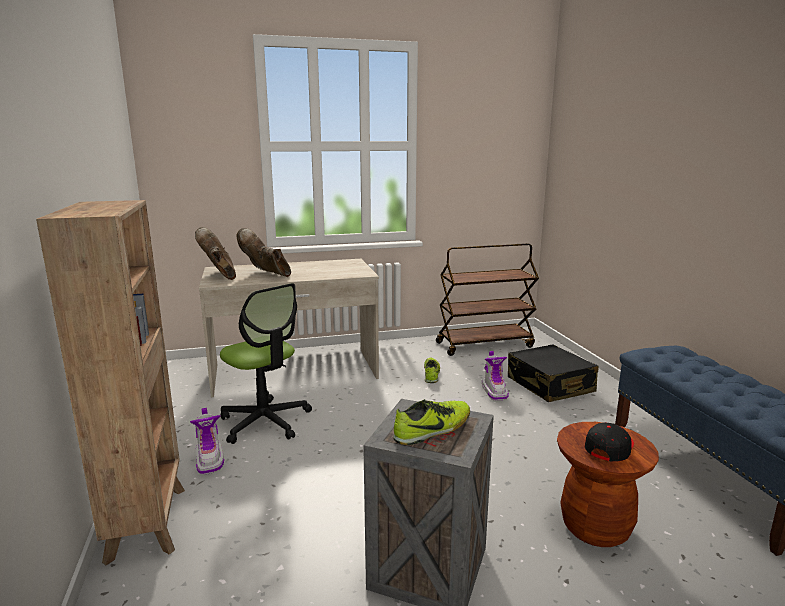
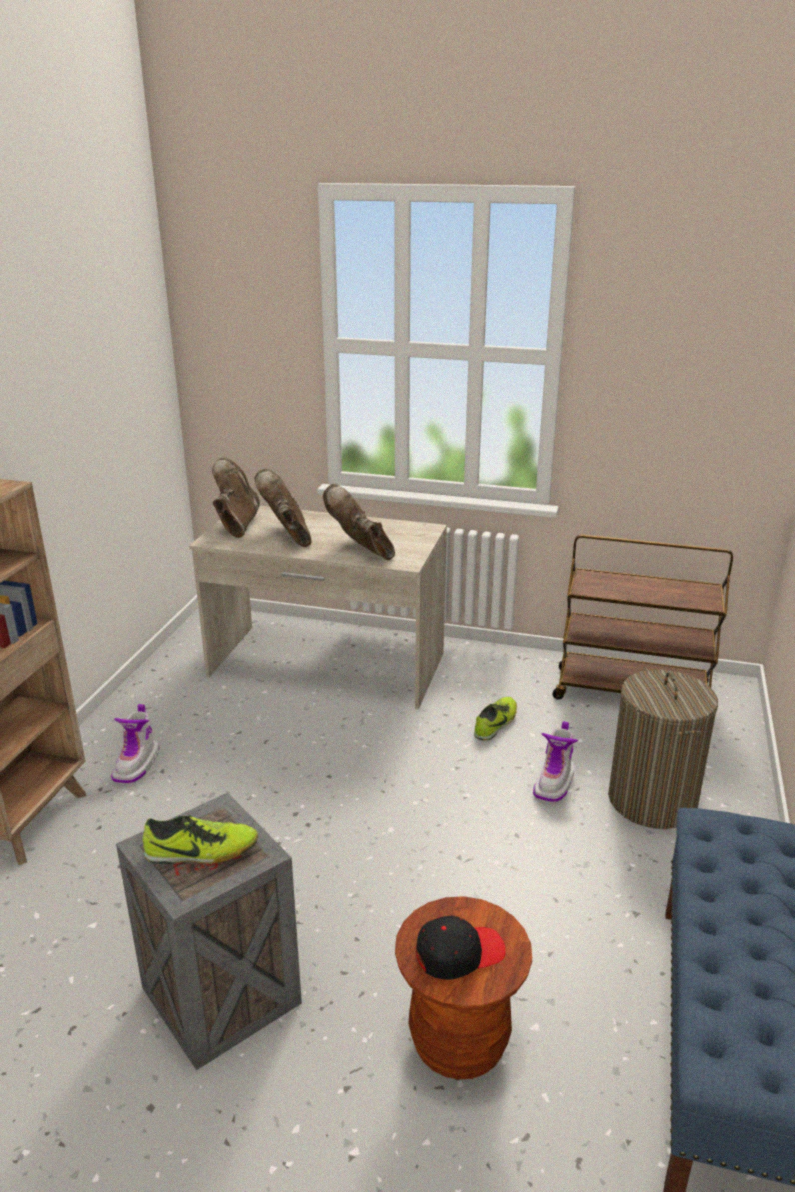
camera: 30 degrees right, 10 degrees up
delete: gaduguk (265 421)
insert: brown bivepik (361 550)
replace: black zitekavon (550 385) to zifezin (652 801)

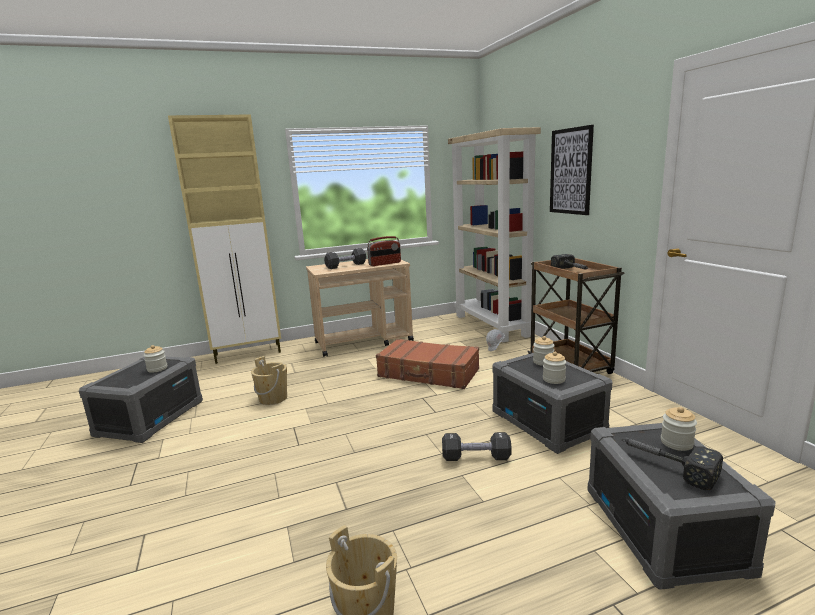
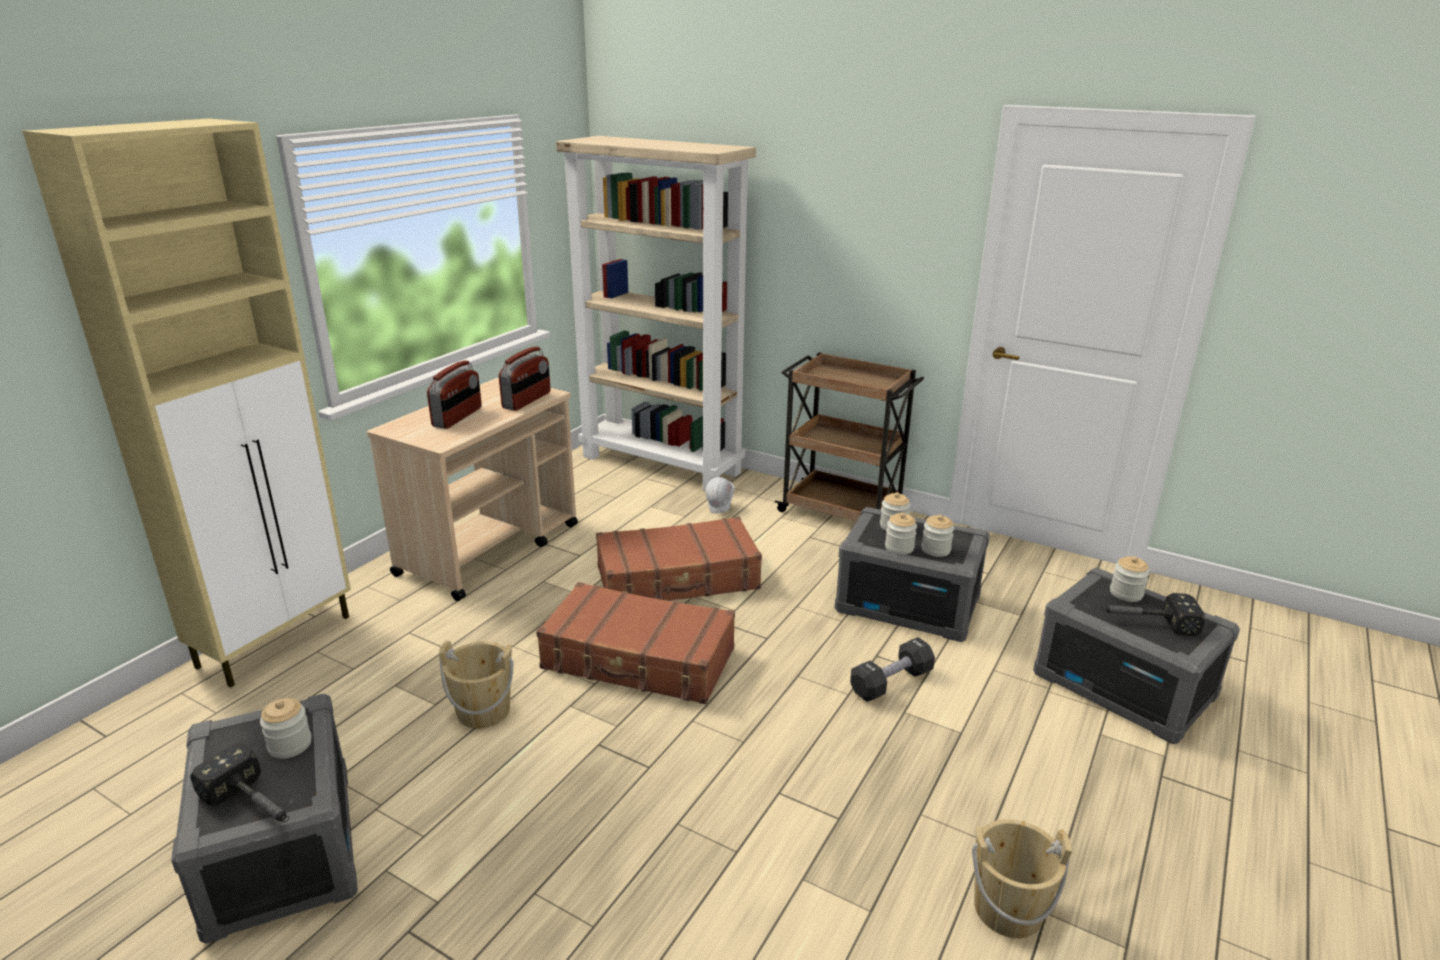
camera: 40 degrees left, 10 degrees up
delete: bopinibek (570 171)
insert: brown zitekavon (638 660); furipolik (899 548)
move: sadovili (572 270) to (254 805)
replace: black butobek (346 266) to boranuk (458 417)

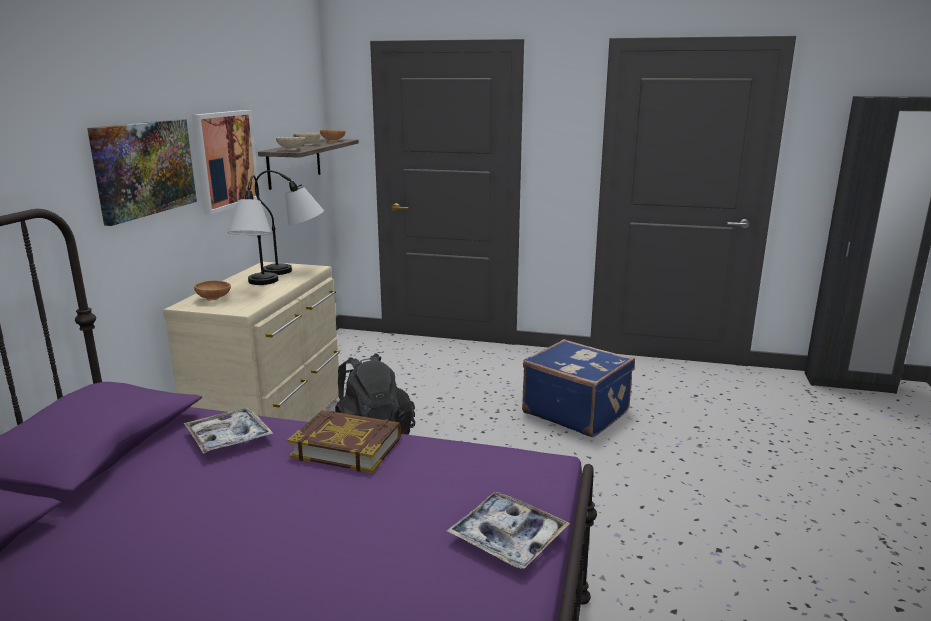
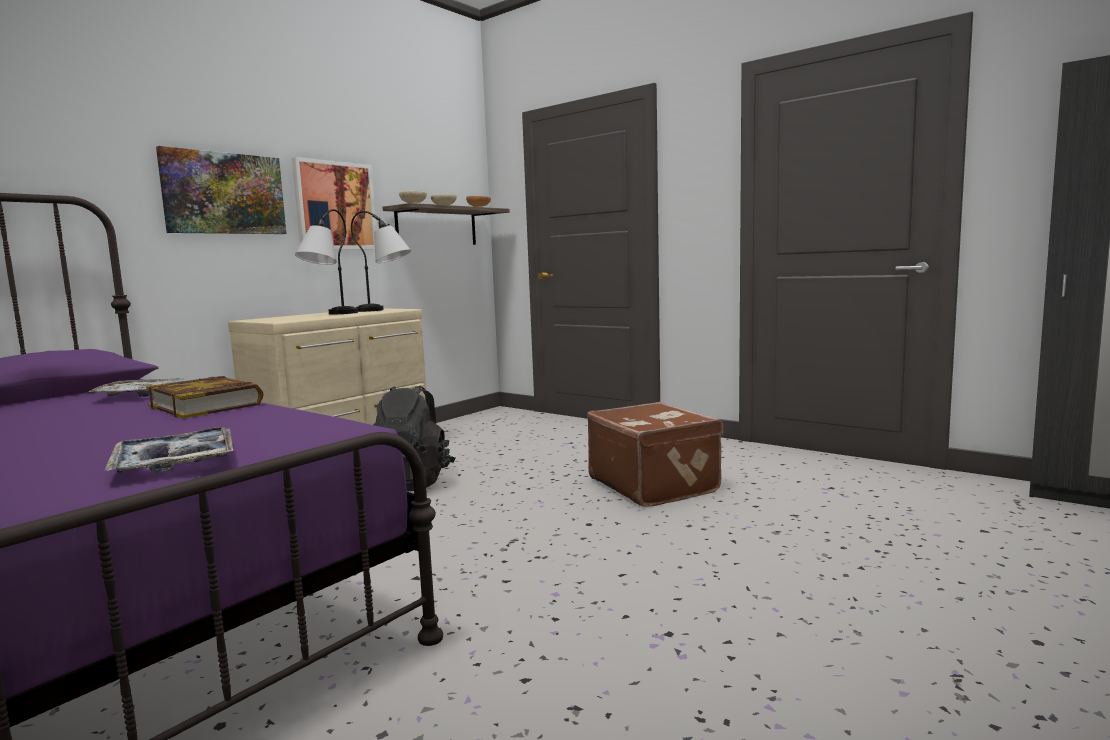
camera: 25 degrees right, 10 degrees down
delete: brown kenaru (214 299)
recolor: blue zitekavon (576 412) to brown zitekavon (654 485)

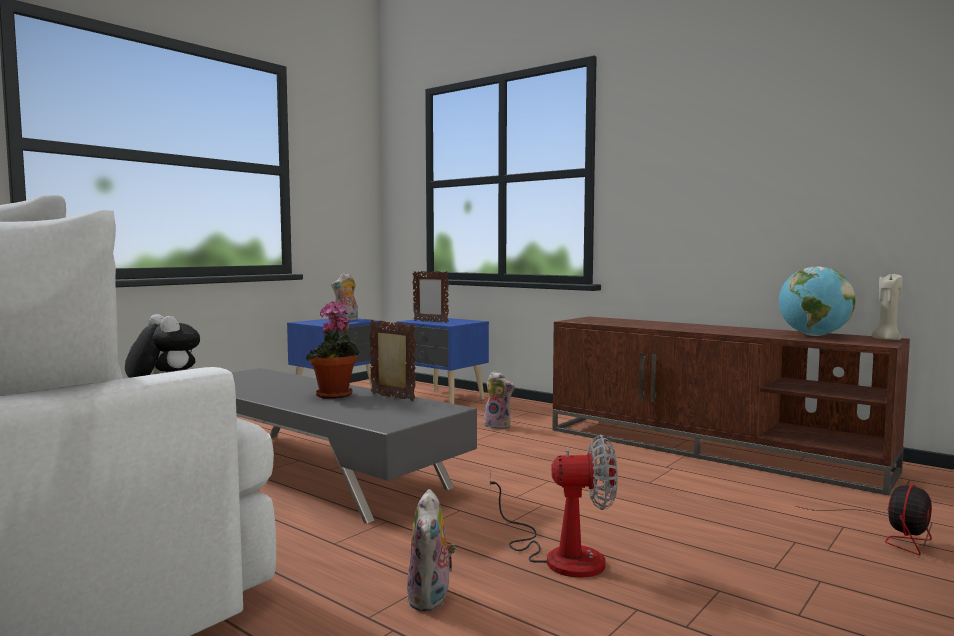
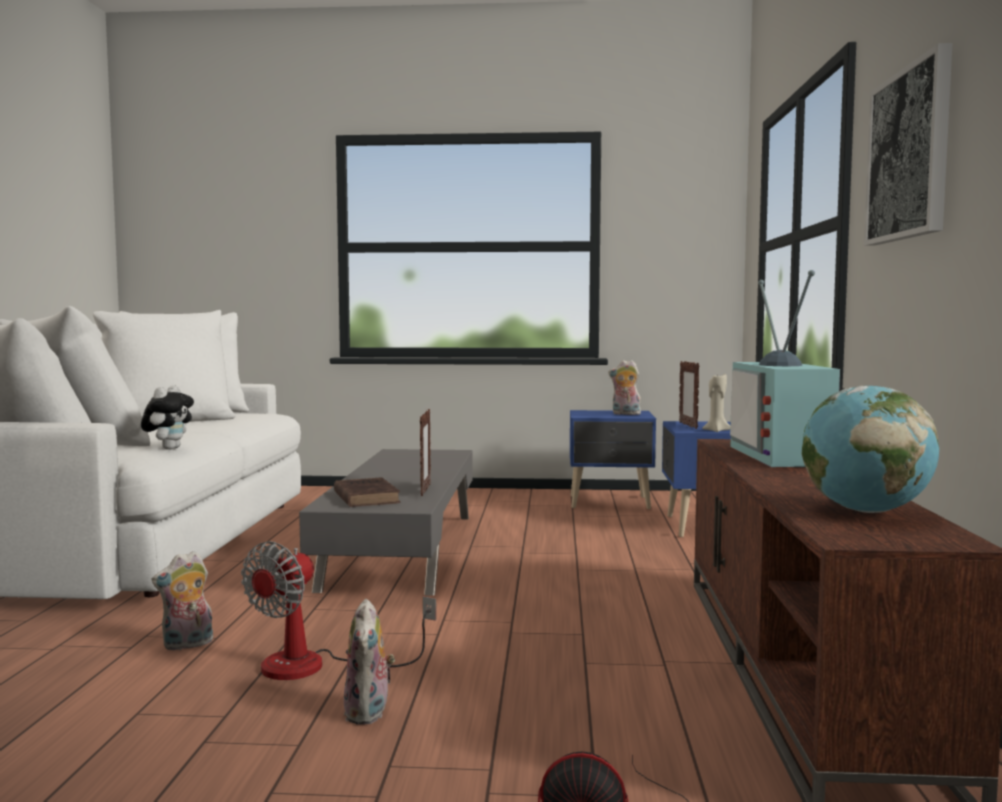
camera: 55 degrees right, 0 degrees up
delete: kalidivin (335 396)
insert: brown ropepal (365 497); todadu (787 456); bopinibek (909 154)
move: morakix (499 426) to (369 713); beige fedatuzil (886 339) to (716 431)
rotate: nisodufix (560 555) = (316 665) 60 degrees clockwise

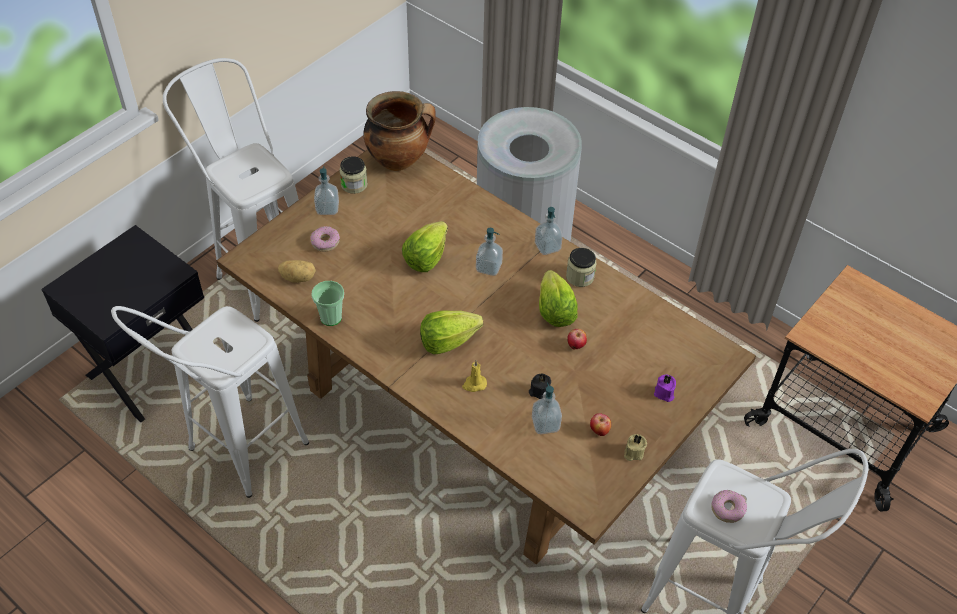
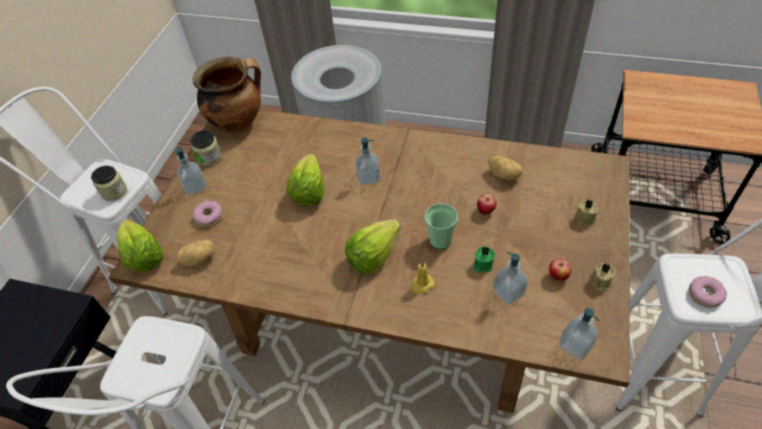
camera: 20 degrees left, 0 degrees up
insert: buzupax (504 175)
move: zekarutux (331 317) to (440 240); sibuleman (547 247) to (575 345); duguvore (554 311) to (143 256); furipolik (580 276) to (114 192)
recolor: black fedatuzil (539 391) to green fedatuzil (482 264); purple fedatuzil (664 393) to beige fedatuzil (585 218)

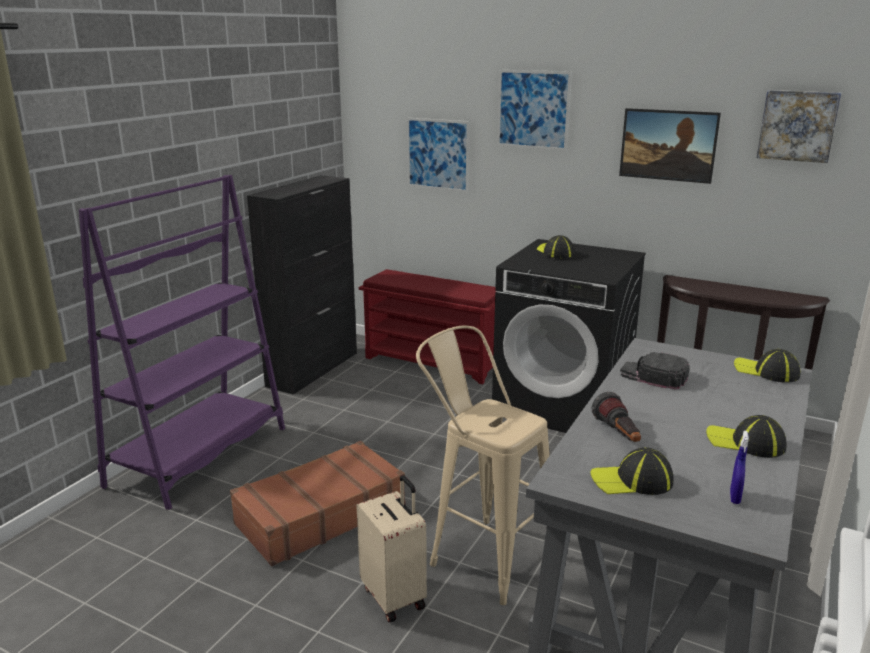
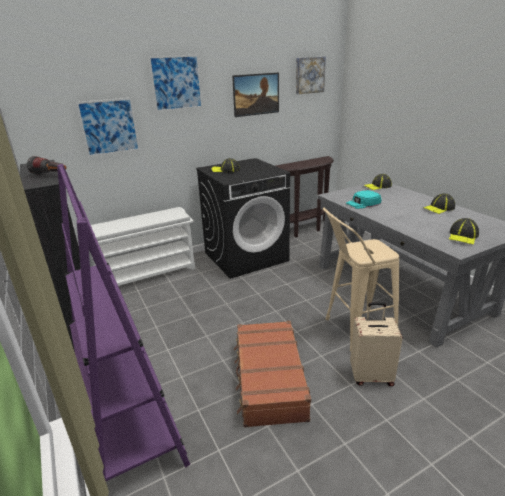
camera: 55 degrees left, 5 degrees up
delete: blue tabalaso (734 497)
move: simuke (618 435) to (51 175)
recolor: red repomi (434 362) to white repomi (147 273); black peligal (654 376) to turquoise peligal (363 203)

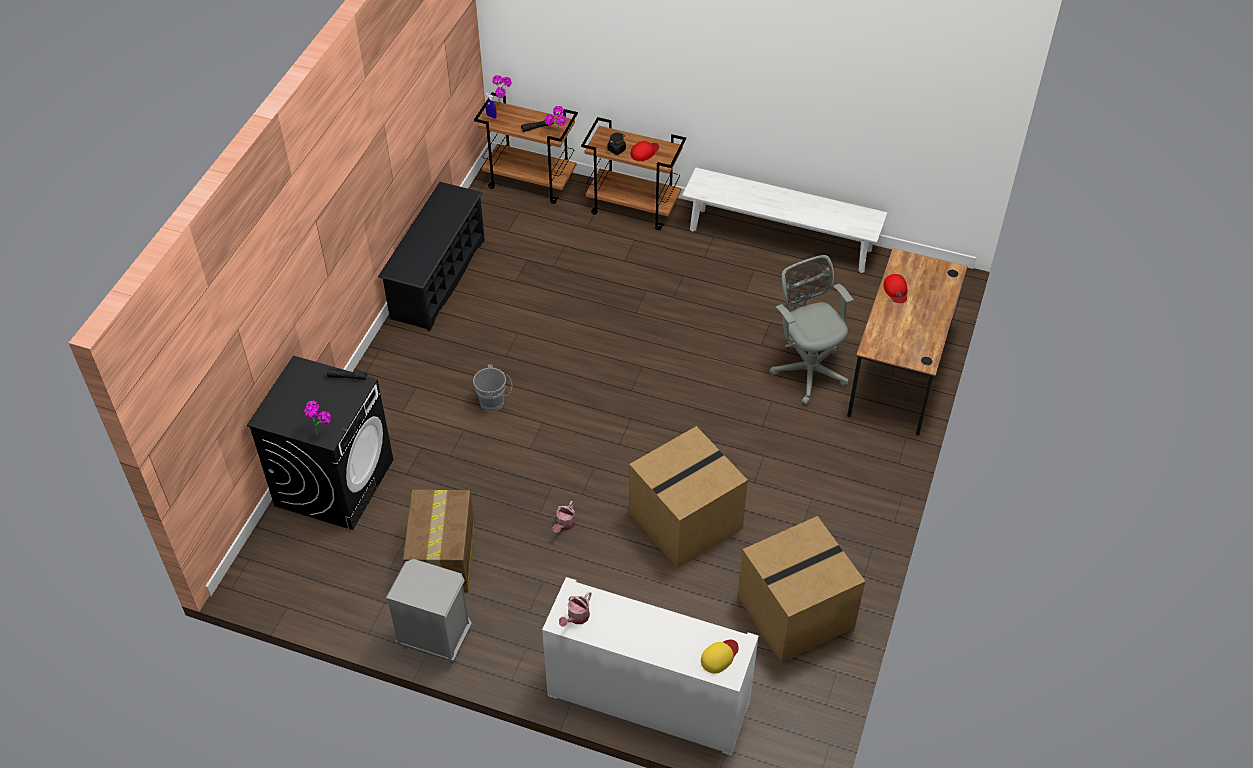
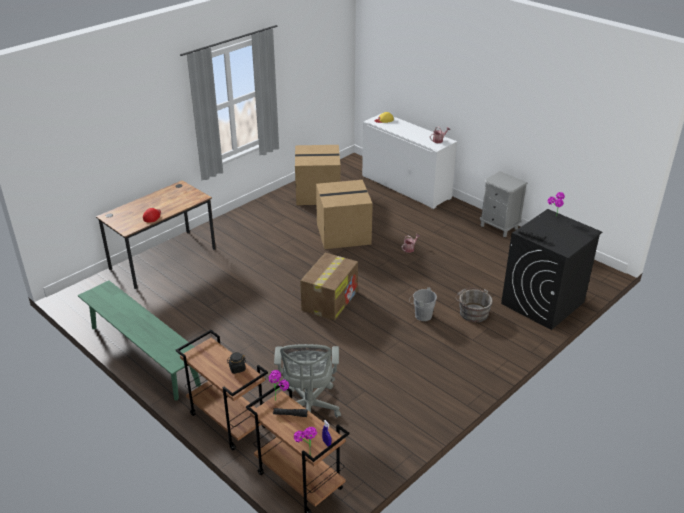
camera: 155 degrees left, 15 degrees down
delete: black repomi (438 279); red peligal (644 152)
insert: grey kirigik (472 312)
move: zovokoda (442 558) to (330 300); grey gaduguk (808 369) to (309 410)
recolor: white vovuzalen (780 240) to green vovuzalen (144 355)

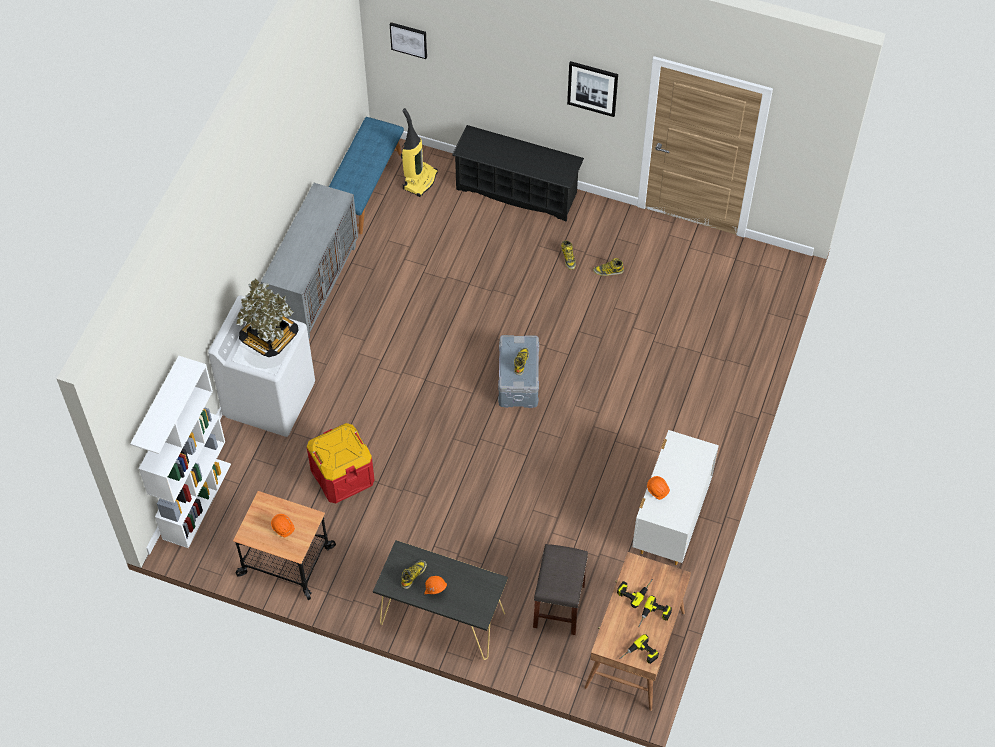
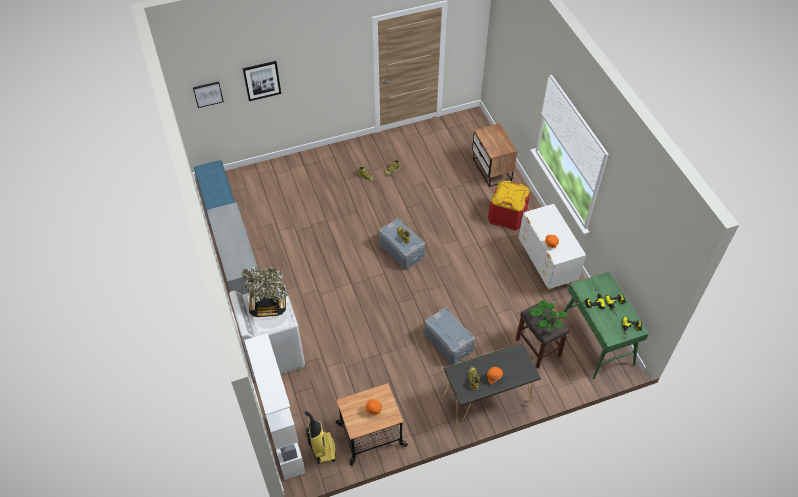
camera: 40 degrees left, 5 degrees down
delete: black repomi (517 191)
insert: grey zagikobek (448 343); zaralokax (491 170); kalidivin (545 323)
move: red zagikobek (342 475) to (507 216); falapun (419 180) to (323 448); bopinibek (592 88) to (262 80)
recolor: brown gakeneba (635 651) to green gakeneba (596 341)

